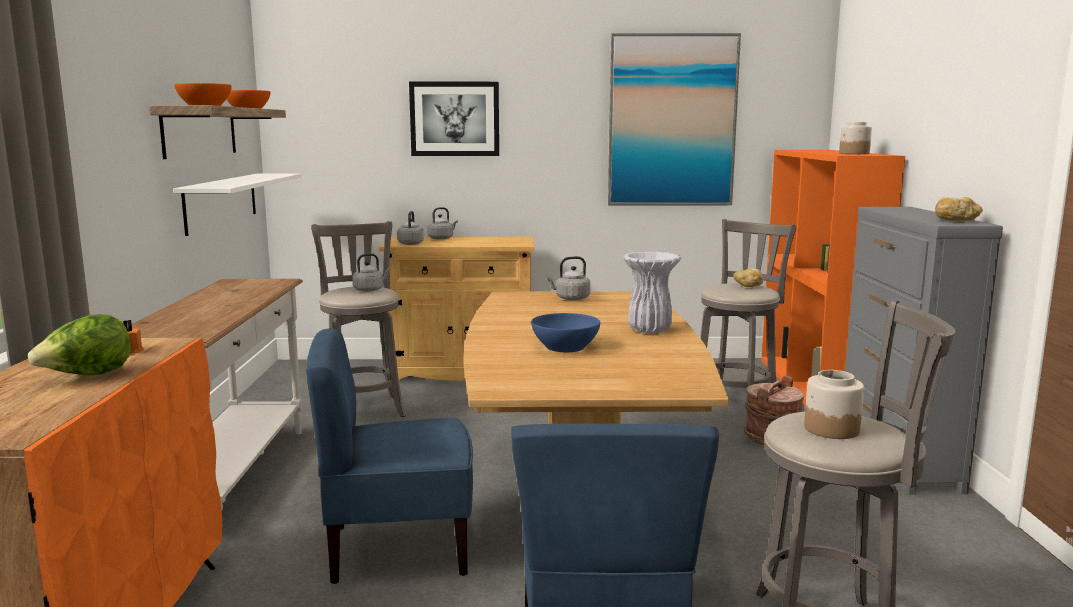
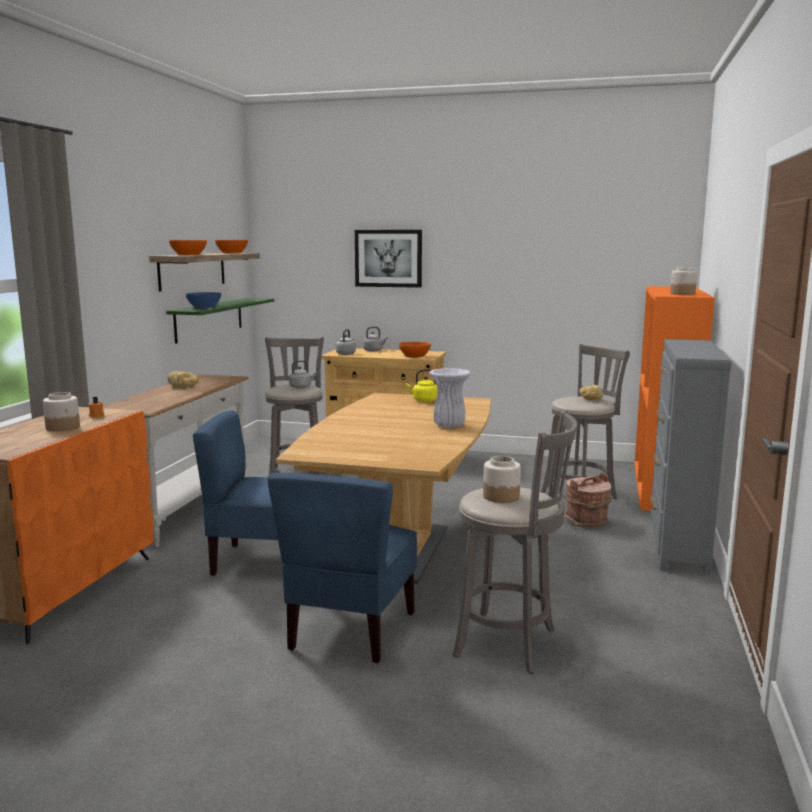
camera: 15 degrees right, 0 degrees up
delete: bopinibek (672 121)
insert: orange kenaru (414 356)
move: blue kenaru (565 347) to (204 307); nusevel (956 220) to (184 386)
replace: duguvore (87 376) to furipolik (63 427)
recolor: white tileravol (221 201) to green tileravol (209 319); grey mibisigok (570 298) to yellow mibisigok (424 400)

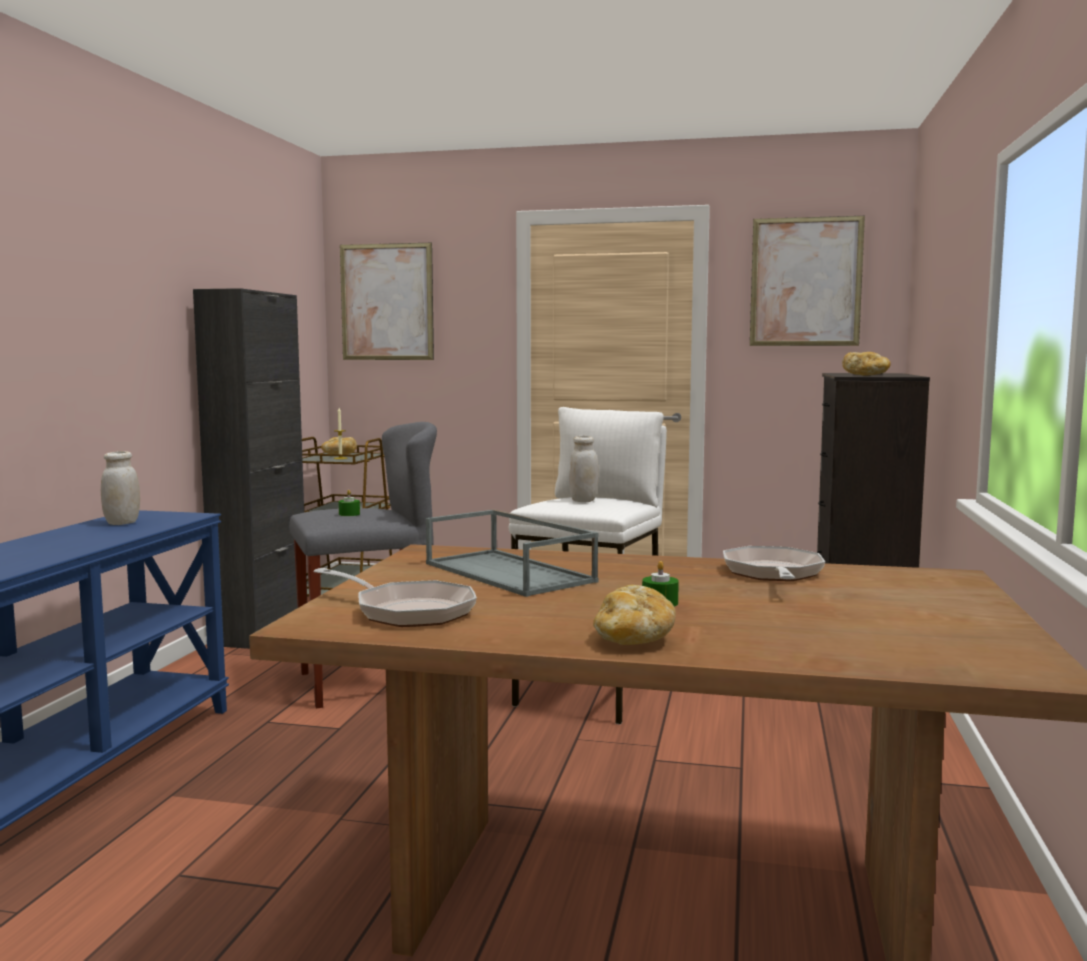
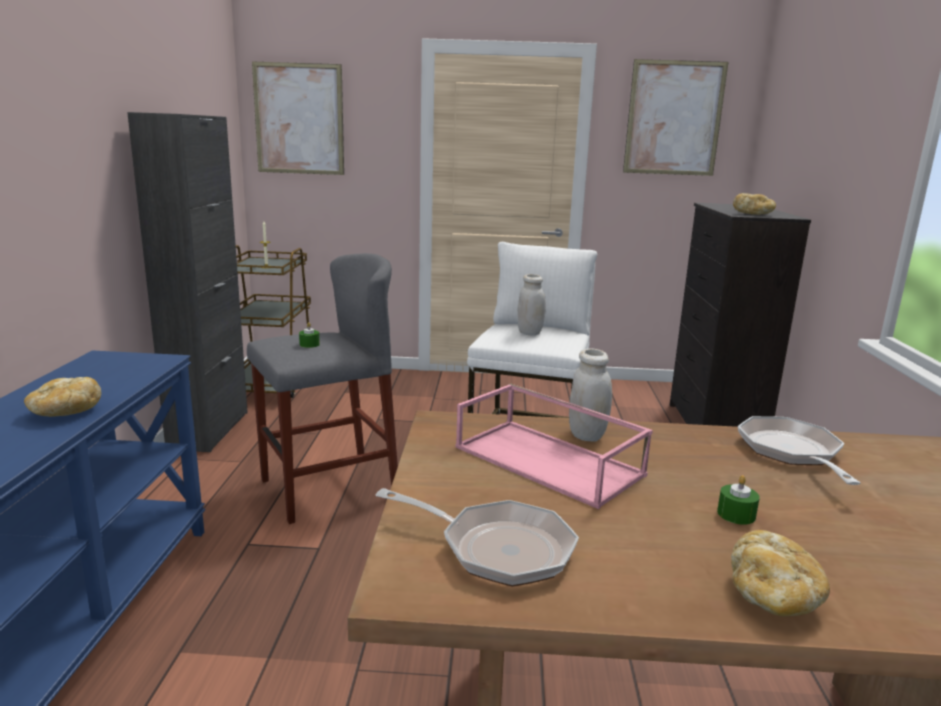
camera: 10 degrees left, 10 degrees up
move: white furipolik (122 523) to (587 435); nusevel (339 454) to (65 413)
recolor: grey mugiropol (511 572) to pink mugiropol (550 461)

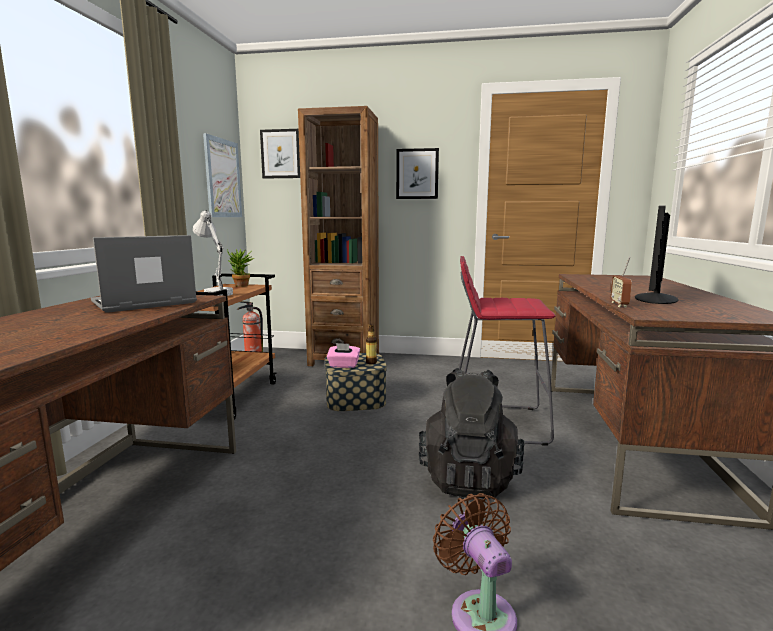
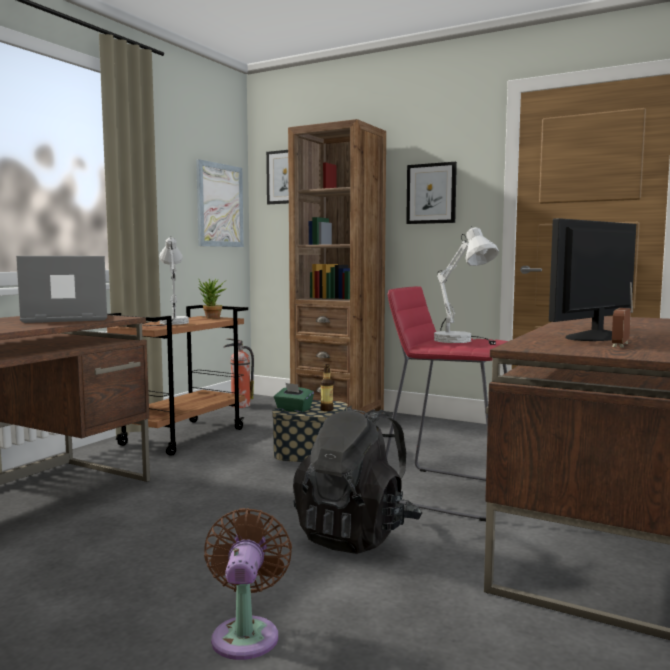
camera: 20 degrees right, 5 degrees down
insert: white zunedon (465 342)
move: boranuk (619 304) to (621 345)
recolor: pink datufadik (343 365) to green datufadik (293 410)

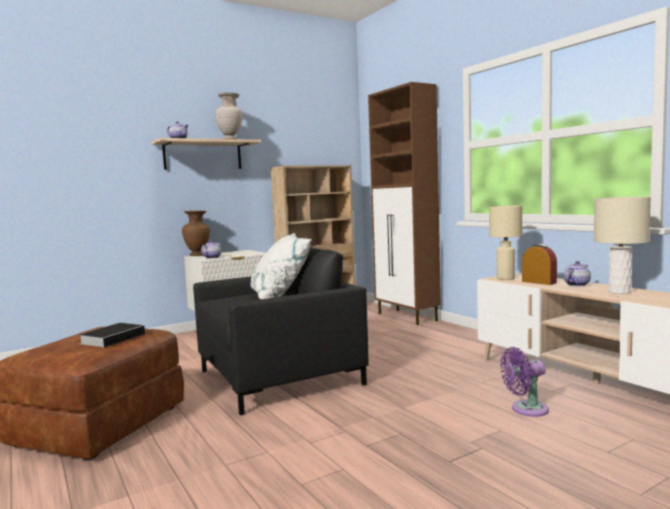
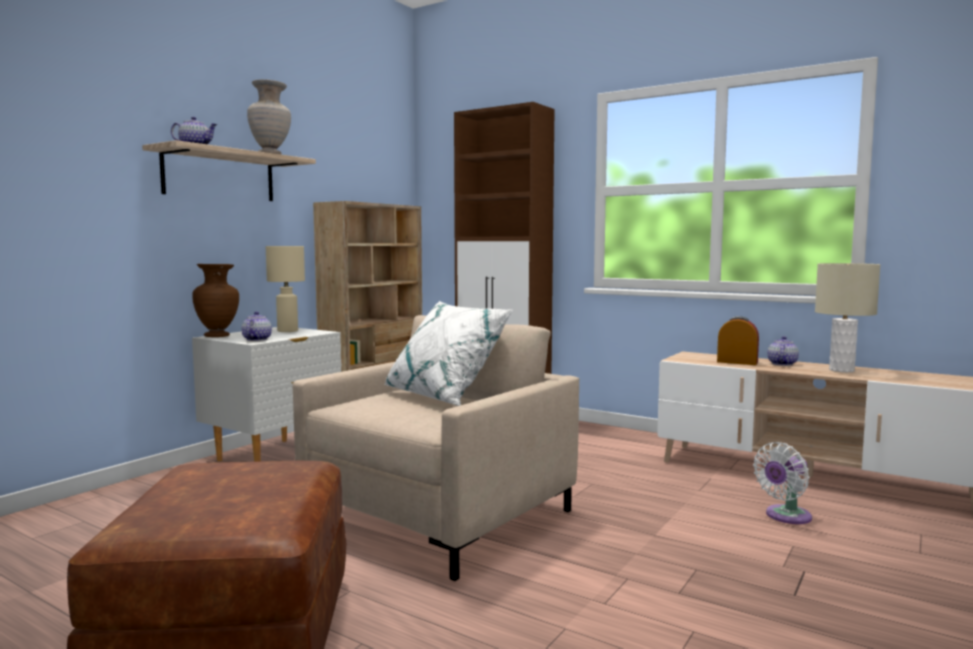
camera: 25 degrees left, 0 degrees up
delete: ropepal (114 338)
move: beige zunedon (505 278) to (287 331)
recolor: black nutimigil (280 378) to beige nutimigil (440 516); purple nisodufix (526 409) to white nisodufix (785 516)

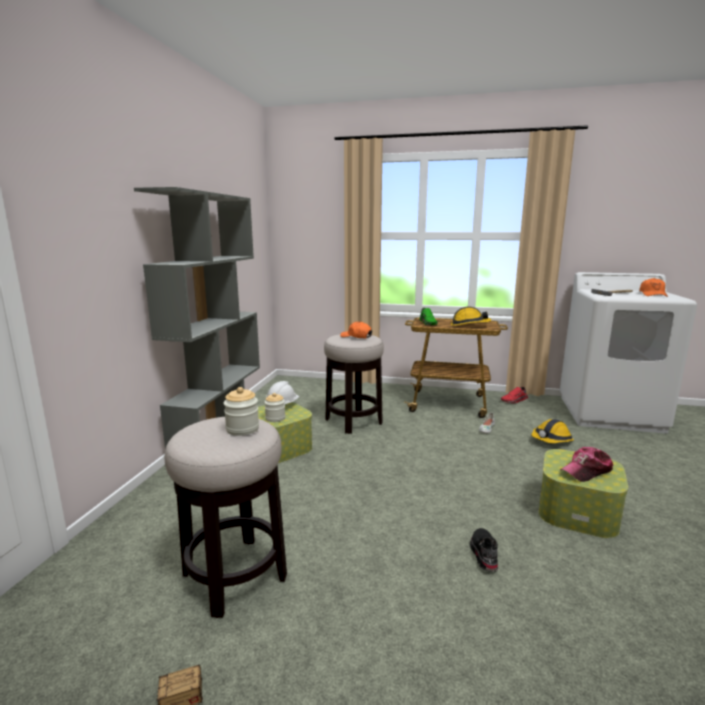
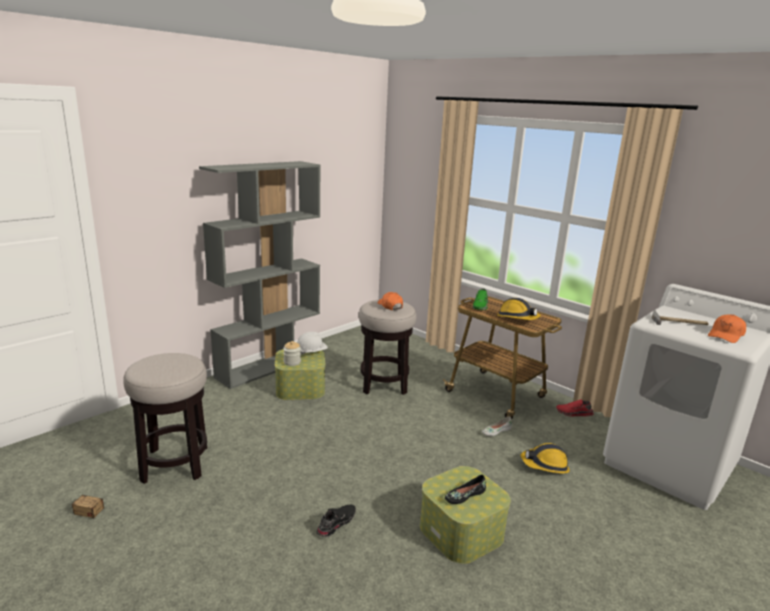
camera: 30 degrees right, 5 degrees up
delete: furipolik (242 429)
replace: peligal (586 471) to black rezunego (464 495)

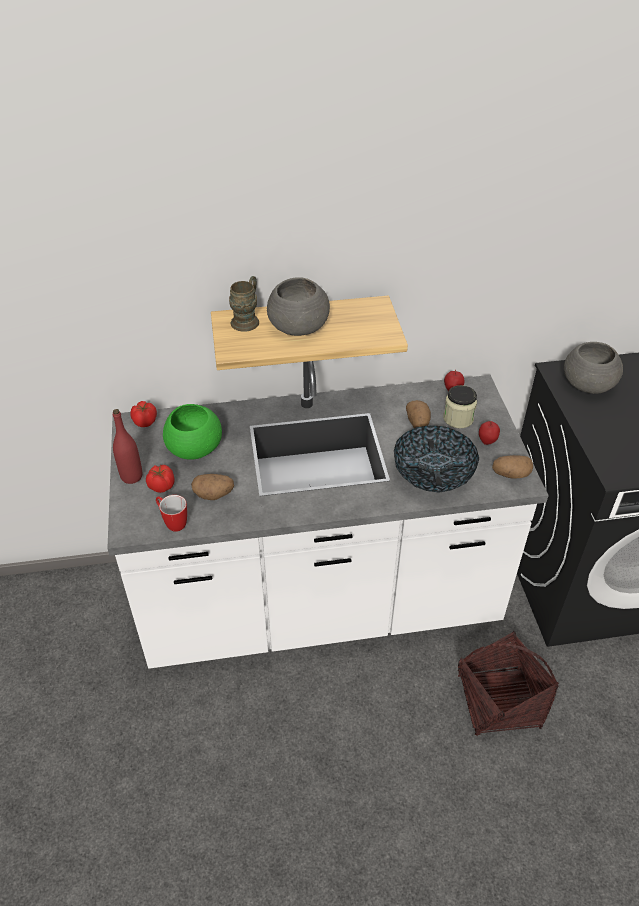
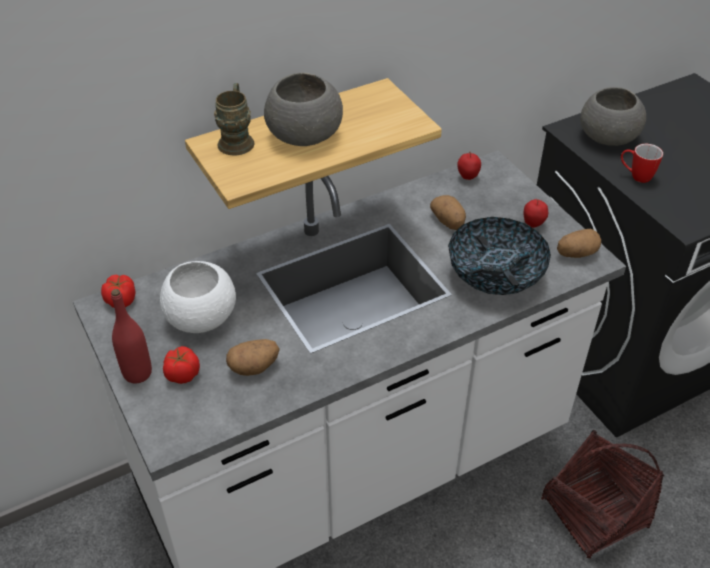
camera: 20 degrees left, 0 degrees up
delete: furipolik (458 418)
move: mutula (172 522) to (635 176)
recolor: green kenaru (193 448) to white kenaru (200 318)

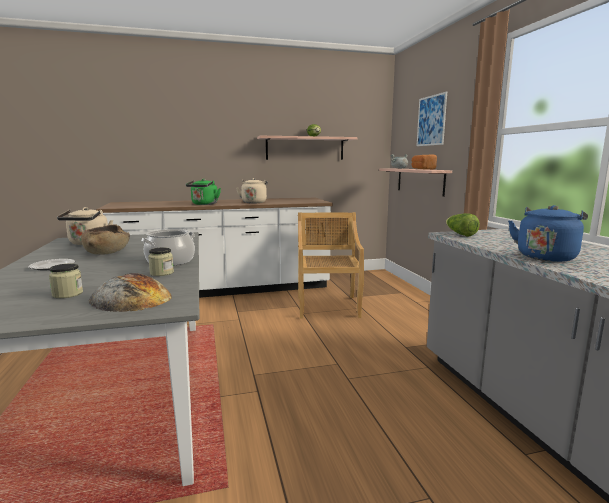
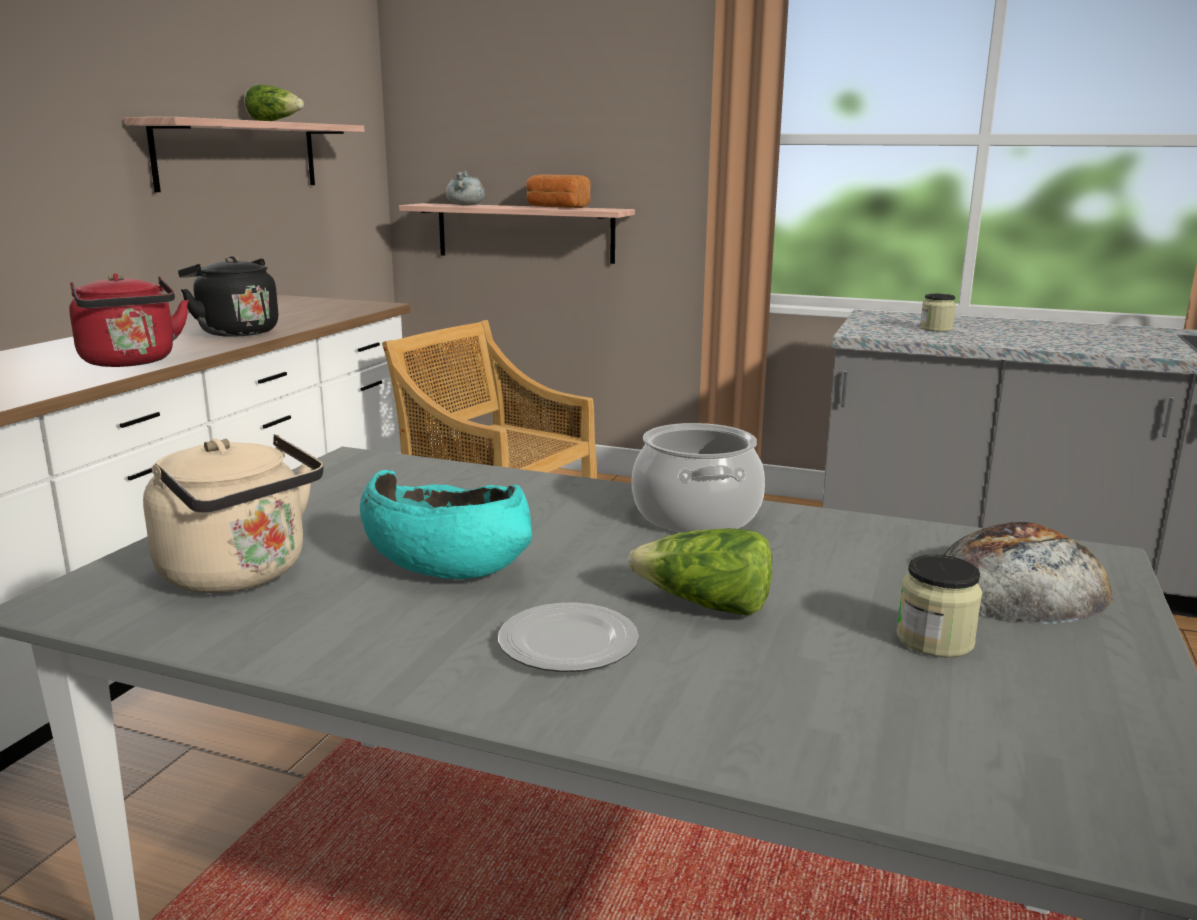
camera: 55 degrees left, 5 degrees up
delete: bopinibek (431 120); blue mibisigok (546 257)
move: furipolik (161 273) to (936 329); duguvore (460 234) to (705 605)
recolor: brown kenaru (107 251) to turquoise kenaru (445 562); green mibisigok (204 204) to red mibisigok (131 362); beige mibisigok (254 202) to black mibisigok (235 332)

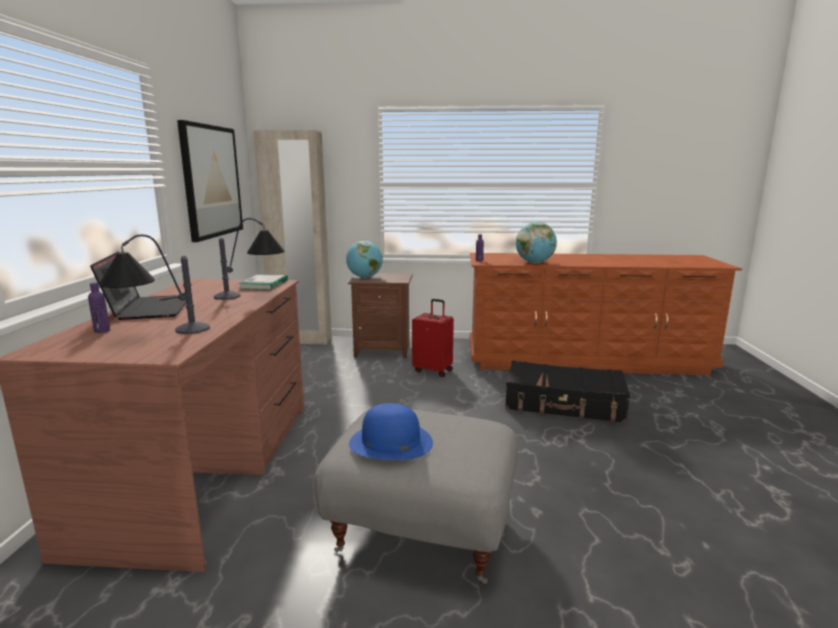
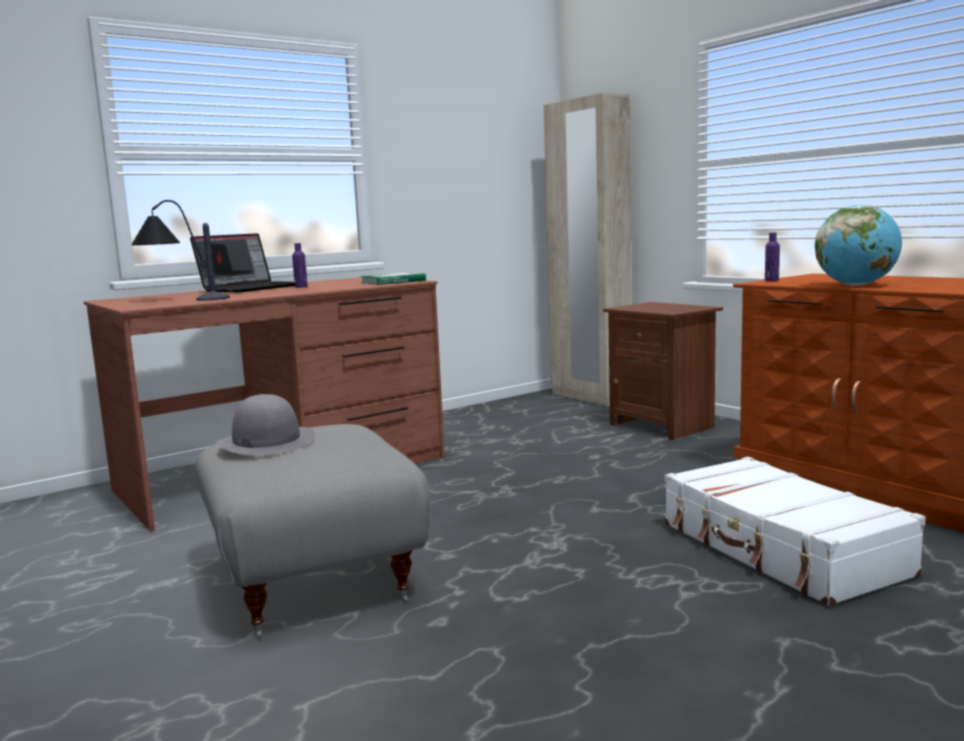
camera: 50 degrees right, 5 degrees down
delete: bopinibek (211 181); zunedon (253 296); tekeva (364 277); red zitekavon (433 370)
move: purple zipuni (102 331) to (301 287)
recolor: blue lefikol (390 442) to grey lefikol (266 442); black zitekavon (564 404) to white zitekavon (780 549)

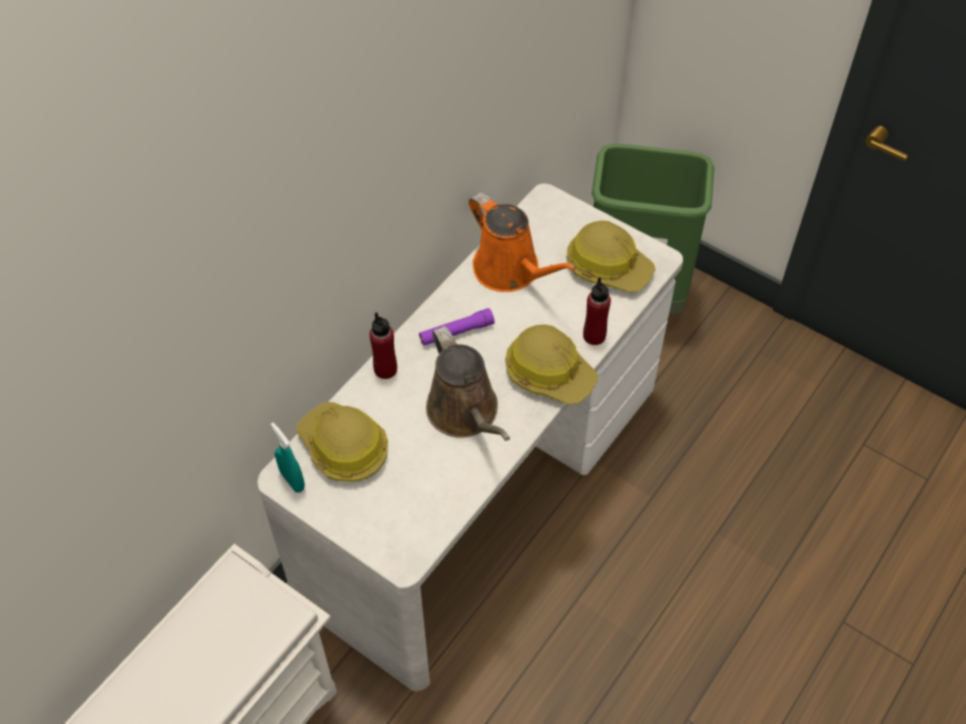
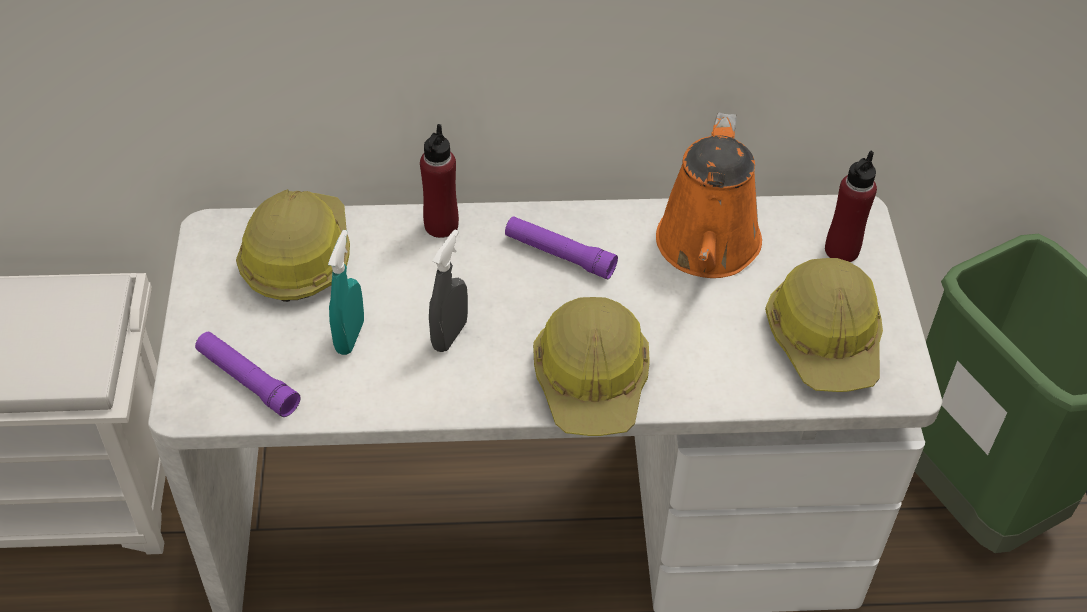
camera: 50 degrees right, 5 degrees down
insert: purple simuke (247 380)
move: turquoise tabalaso (292 480) to (350 337); red zipuni (594 336) to (841 250)
replace: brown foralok (465 413) to grey tabalaso (449 335)

